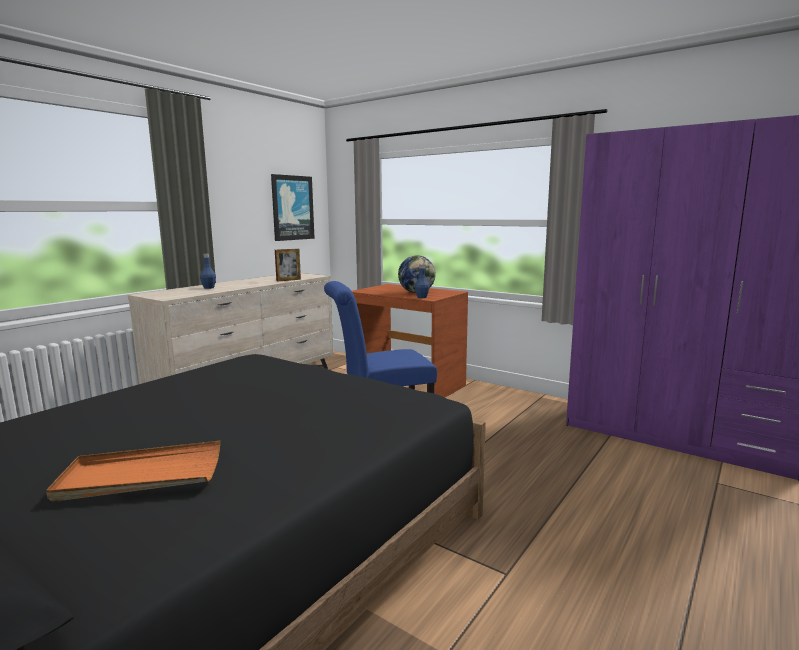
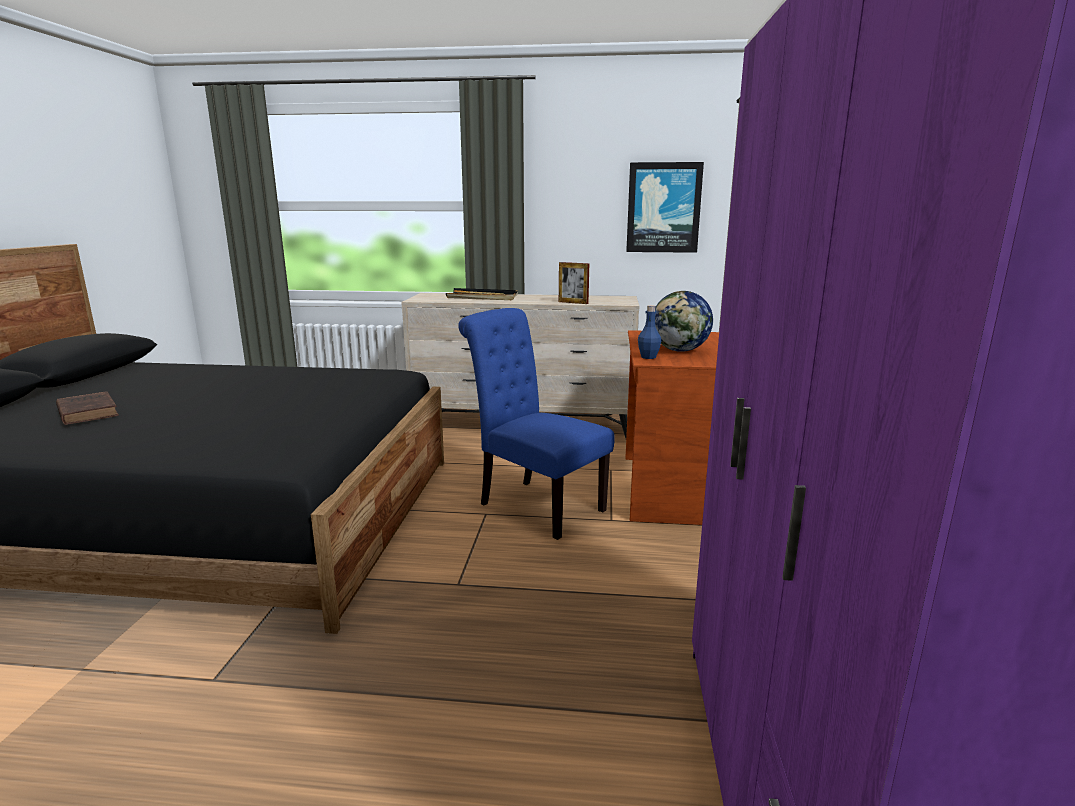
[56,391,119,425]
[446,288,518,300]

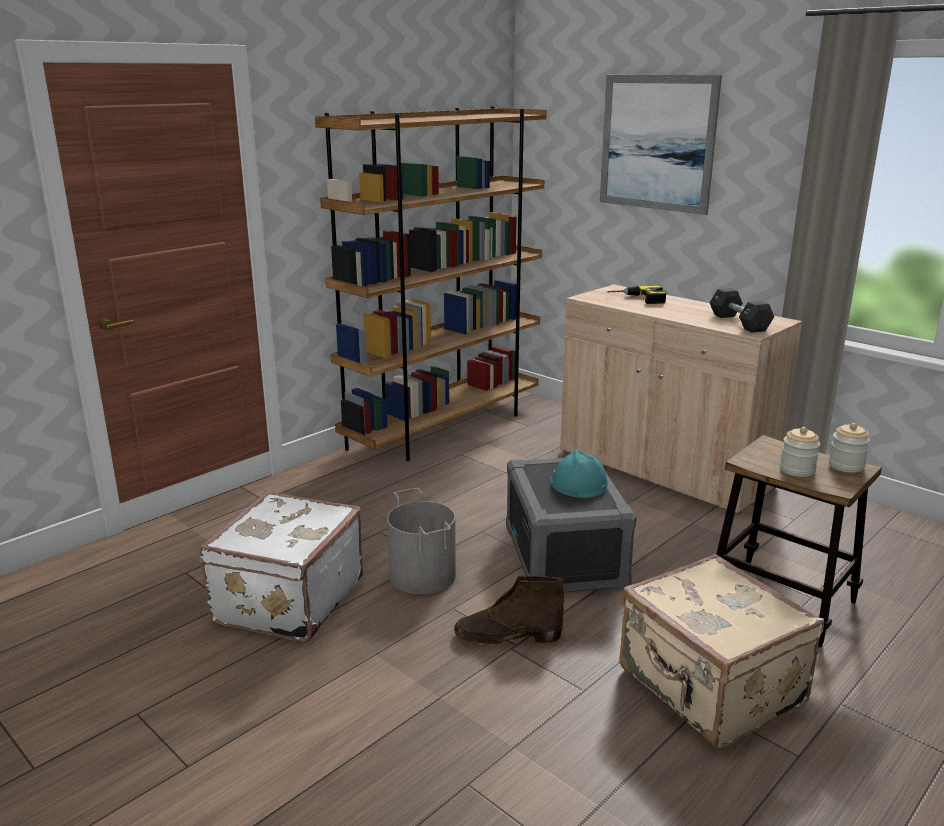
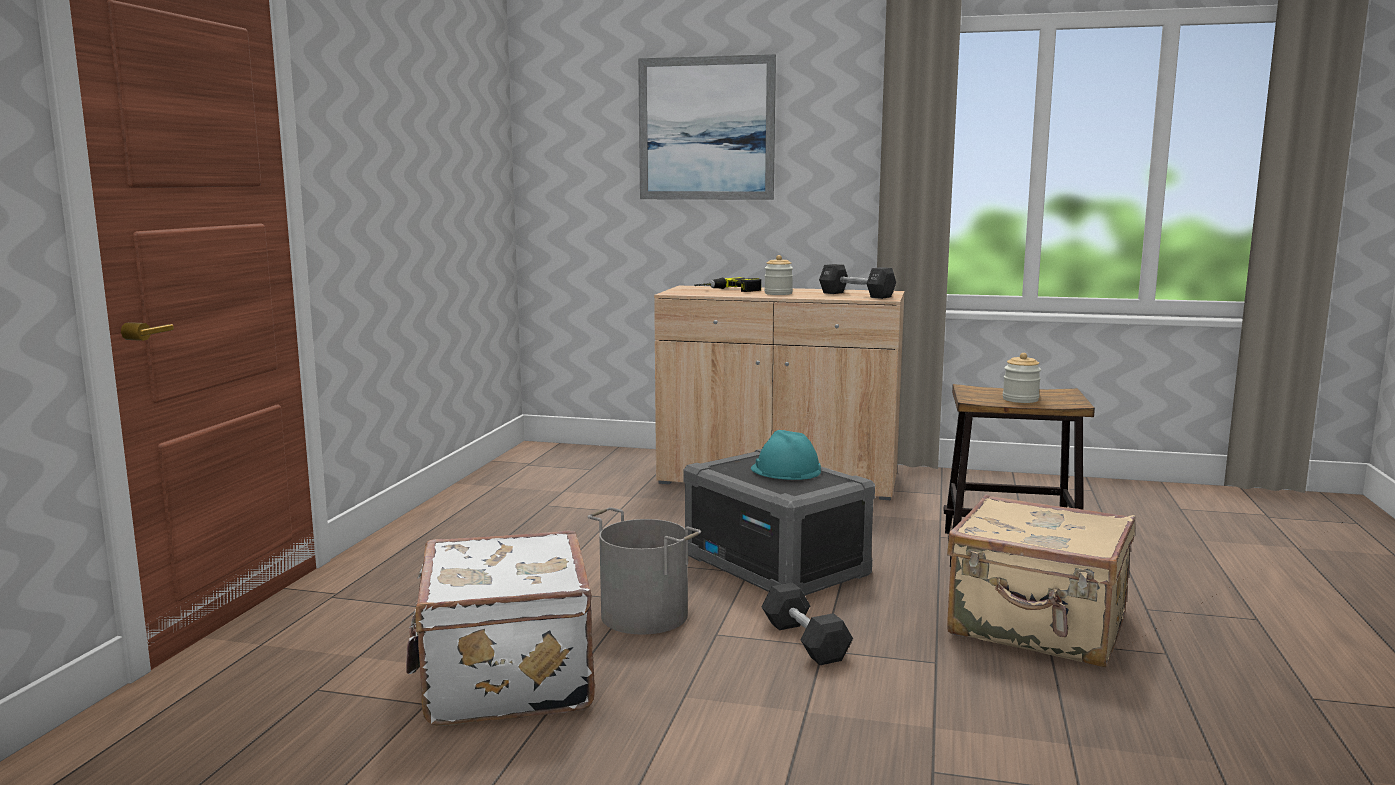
[761,583,853,665]
[764,255,793,295]
[315,106,547,461] (first image)

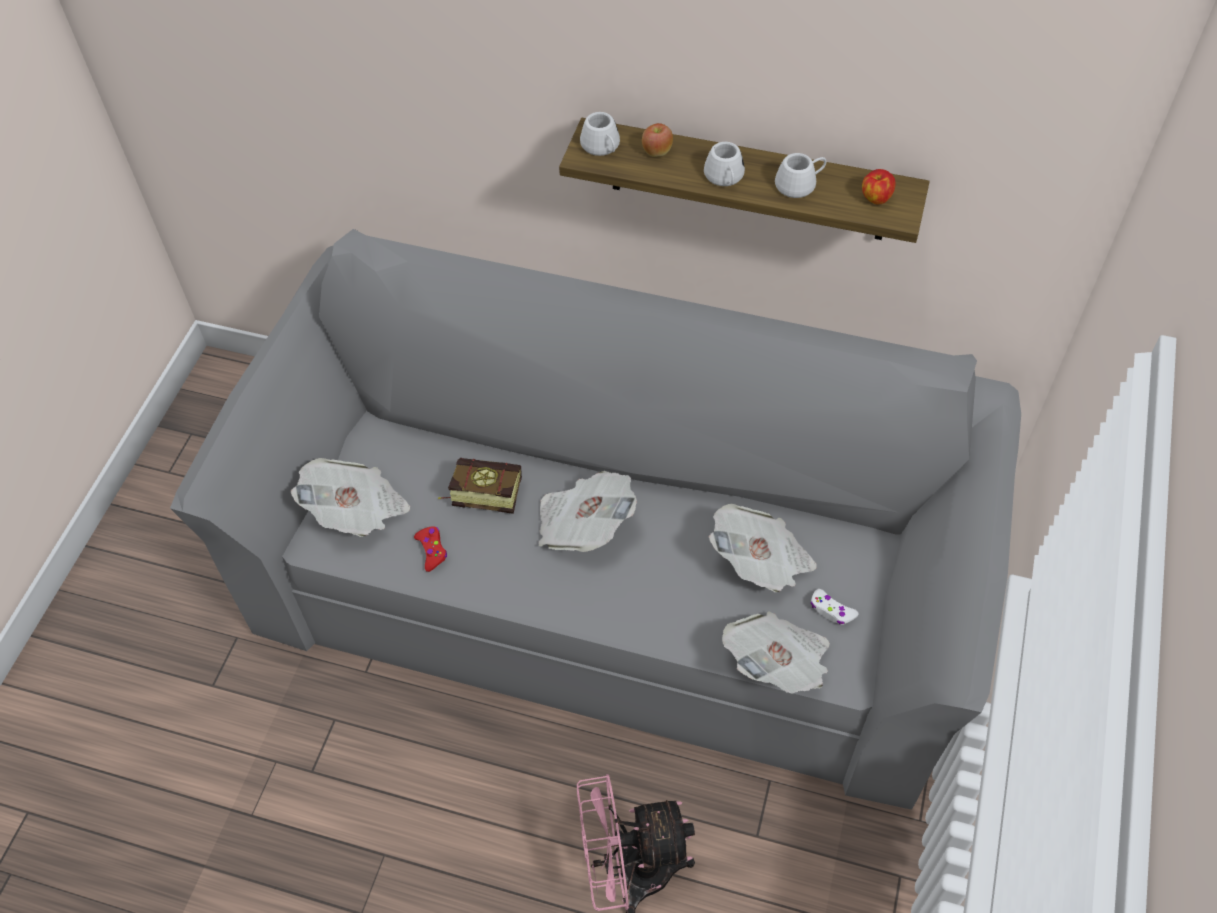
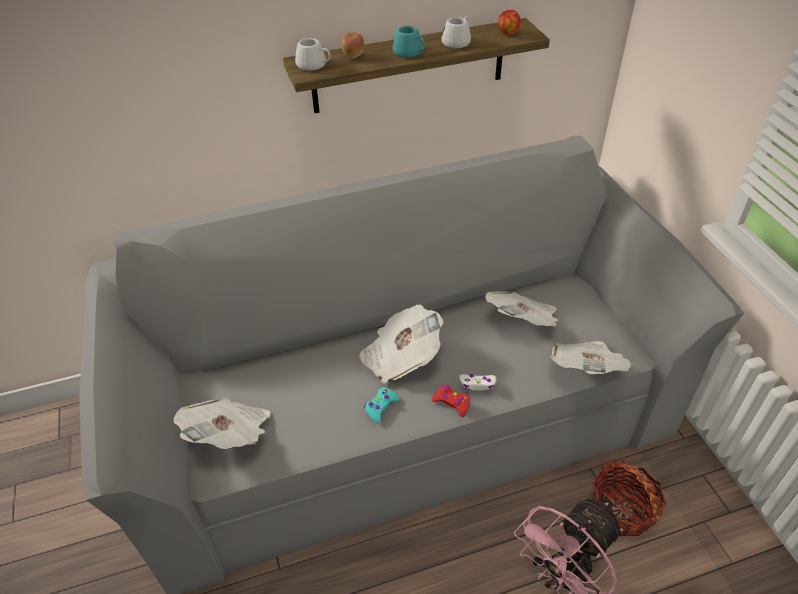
[364,387,399,423]
[393,26,425,58]
[432,384,470,417]
[459,374,496,390]
[592,460,667,536]
[438,458,522,514] (first image)

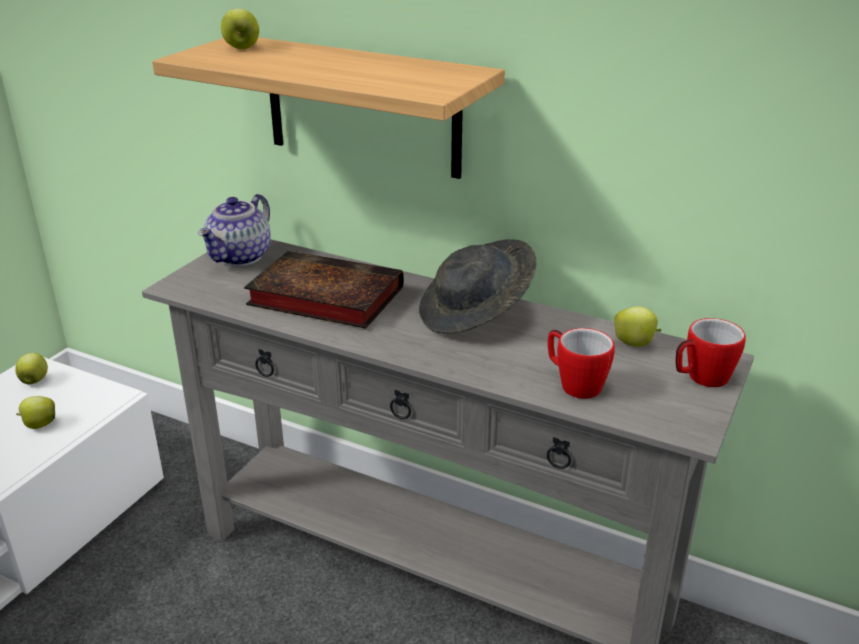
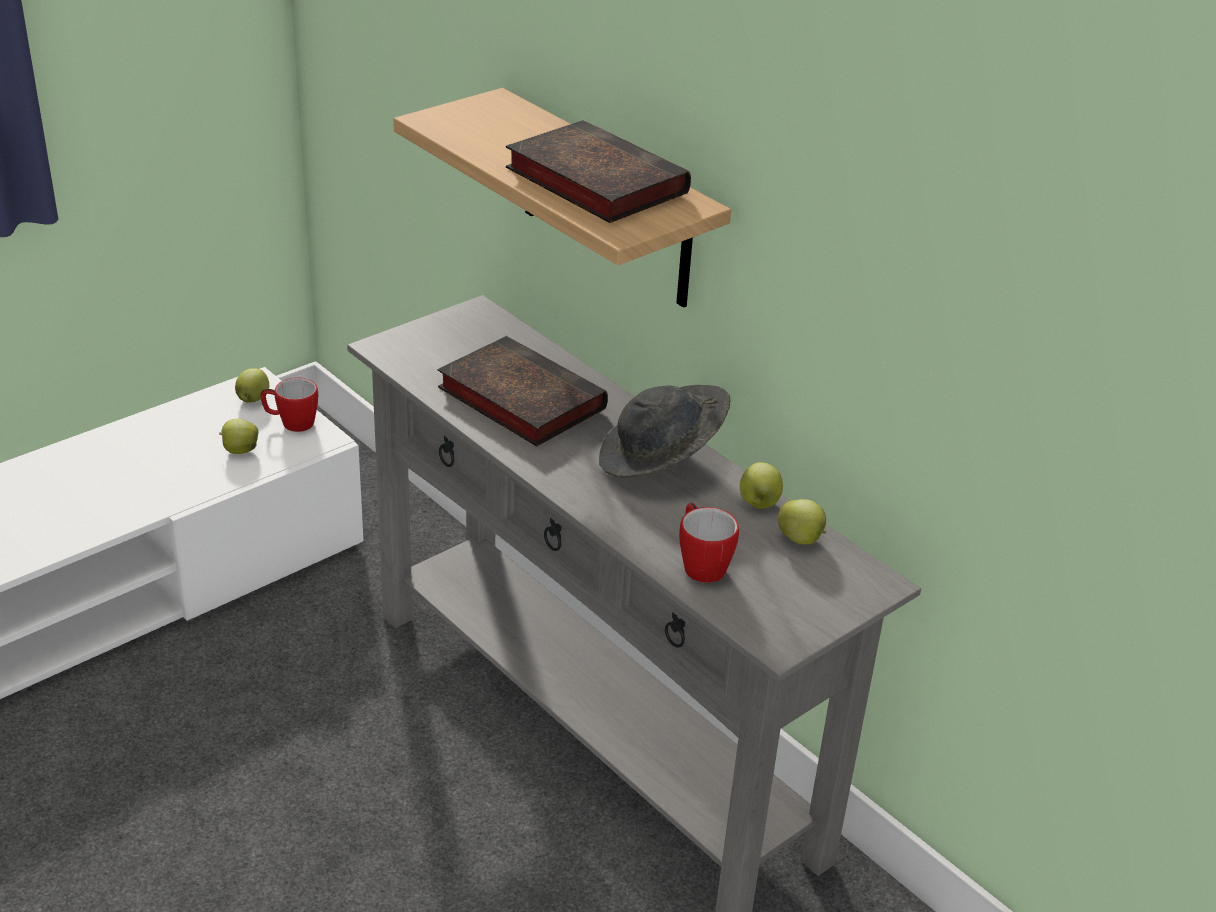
[261,377,318,432]
[506,120,691,223]
[740,462,783,508]
[198,194,271,266] (first image)

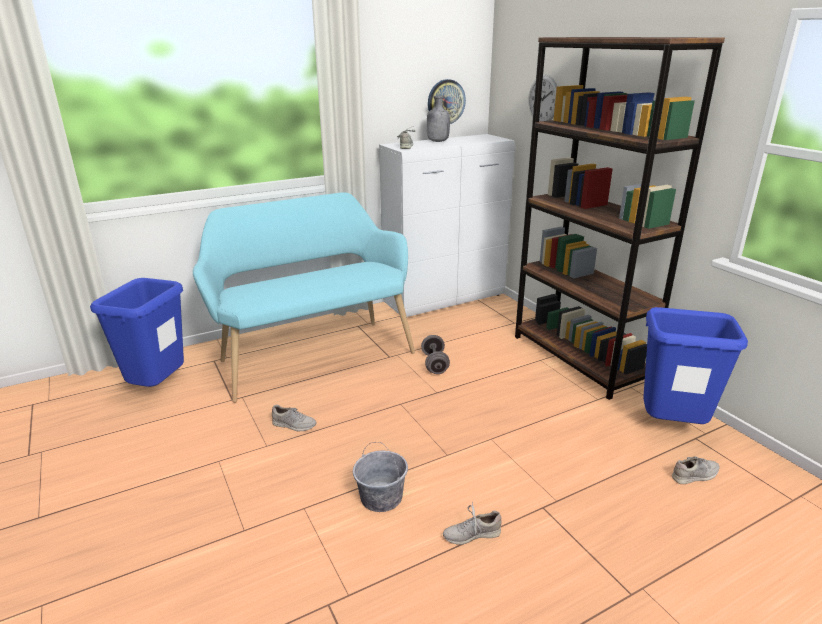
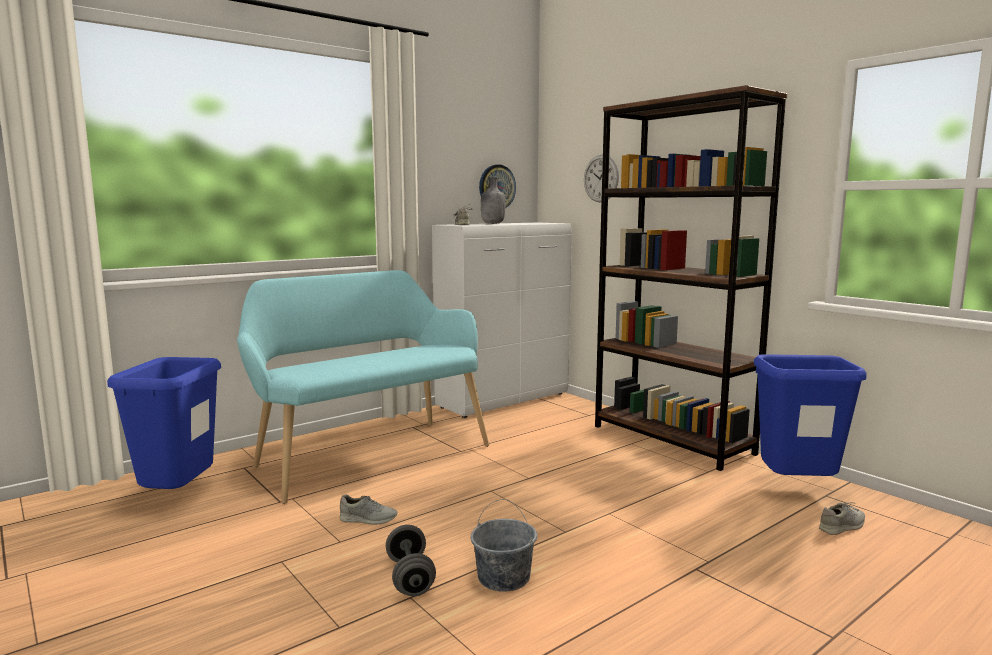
[386,525,436,597]
[443,502,502,545] (first image)

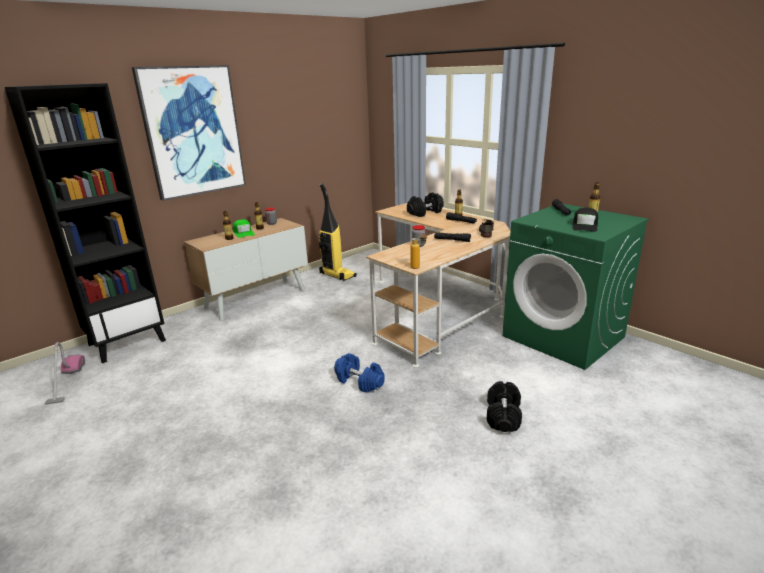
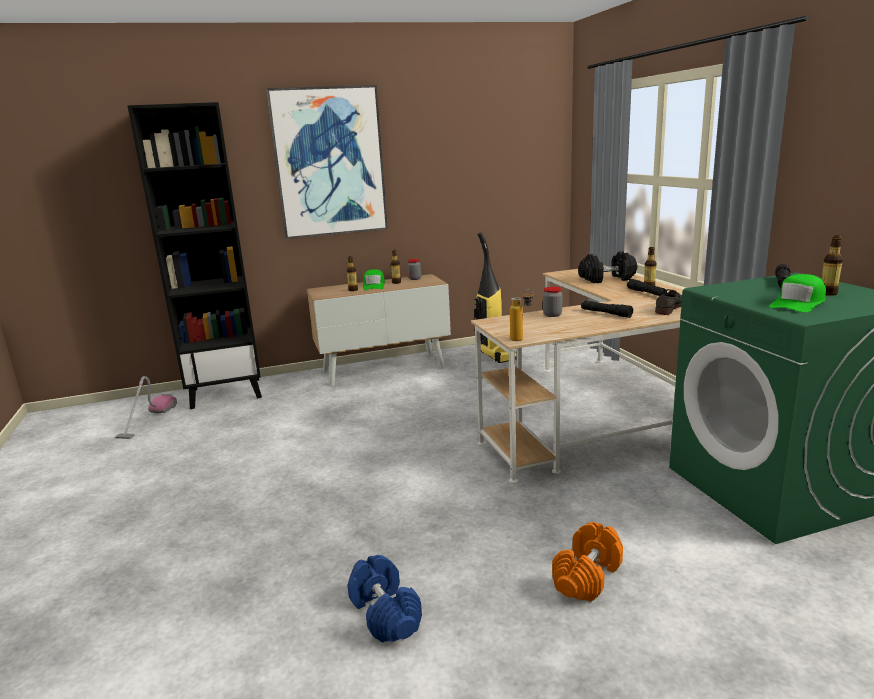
[347,555,422,643]
[552,522,623,602]
[769,274,826,312]

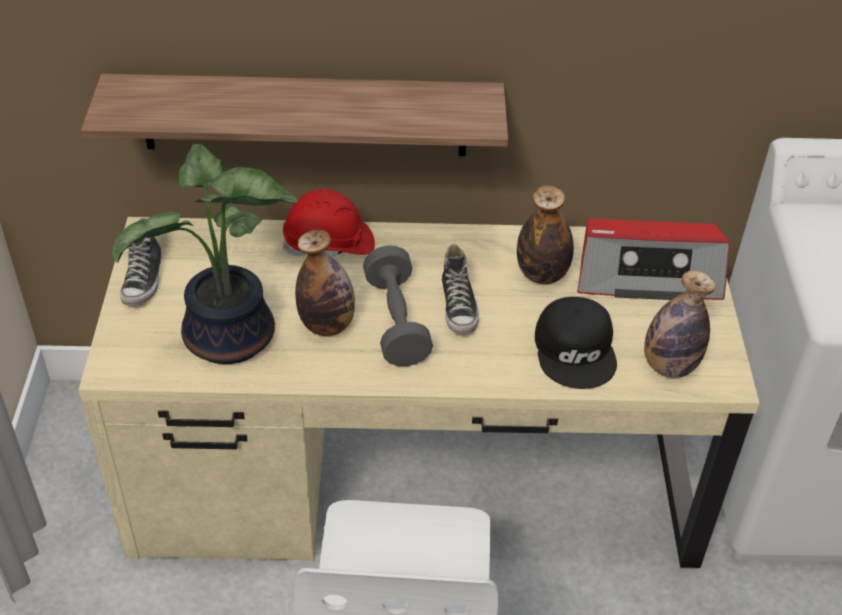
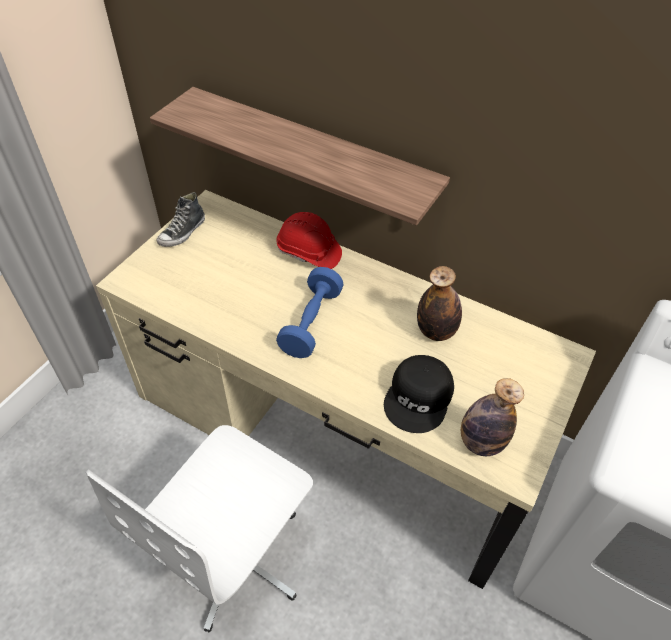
[276,267,344,358]
[112,144,298,364] (first image)
[295,230,355,336] (first image)
[442,244,479,334] (first image)
[577,219,730,300] (first image)

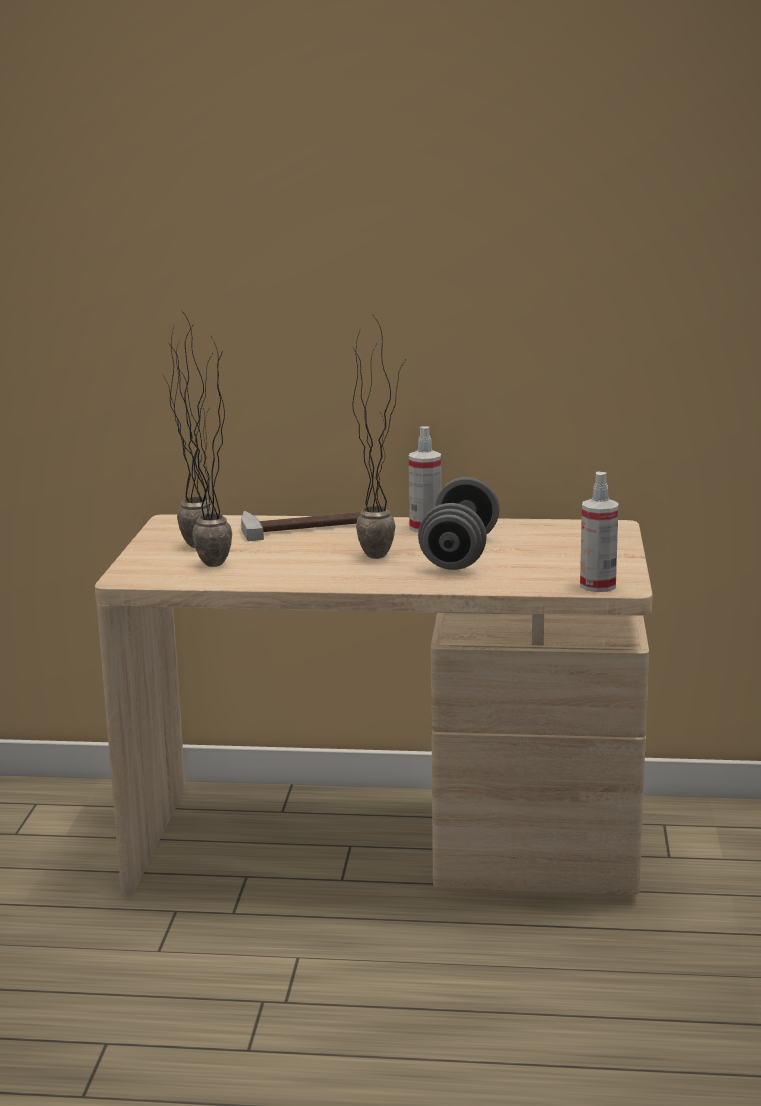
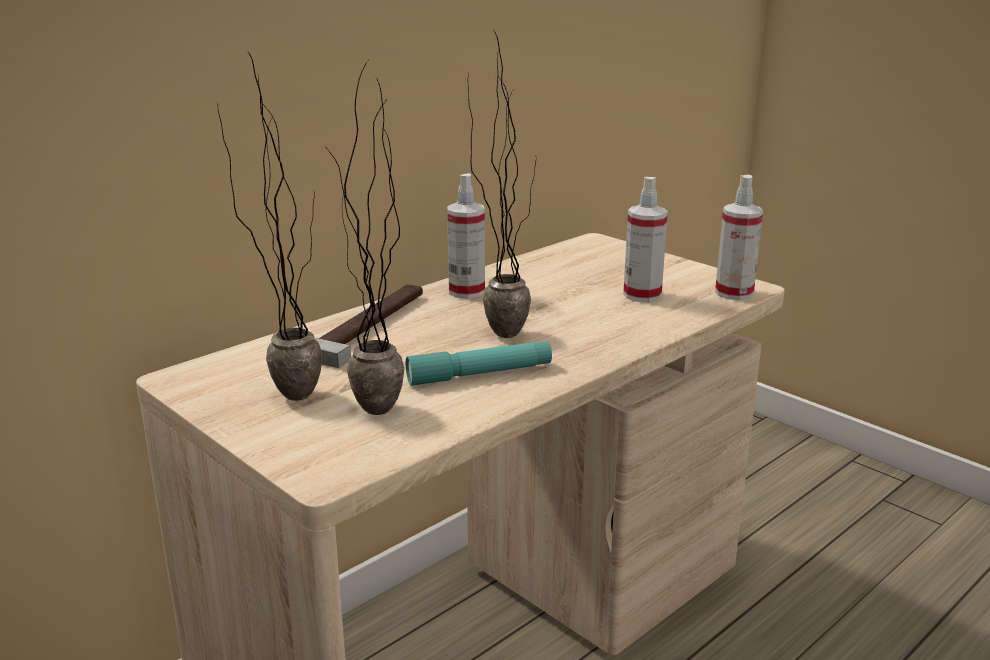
[406,341,552,386]
[623,177,668,302]
[418,477,500,570] (first image)

